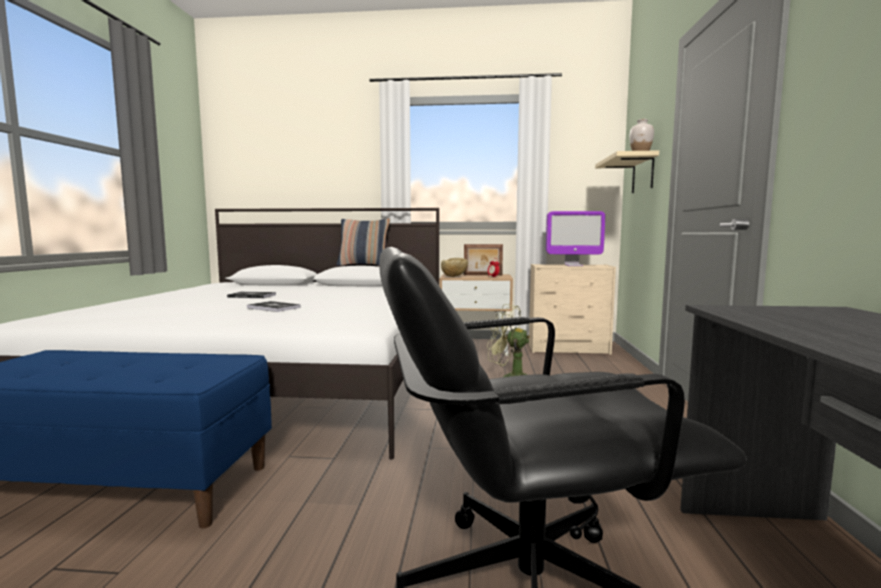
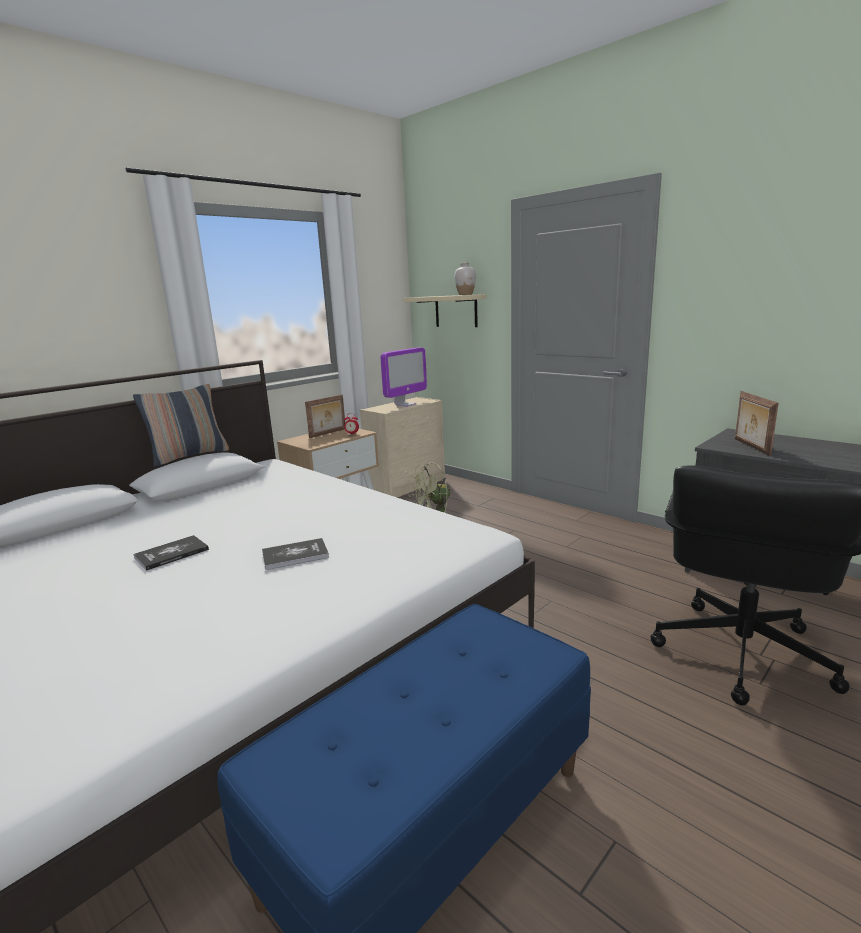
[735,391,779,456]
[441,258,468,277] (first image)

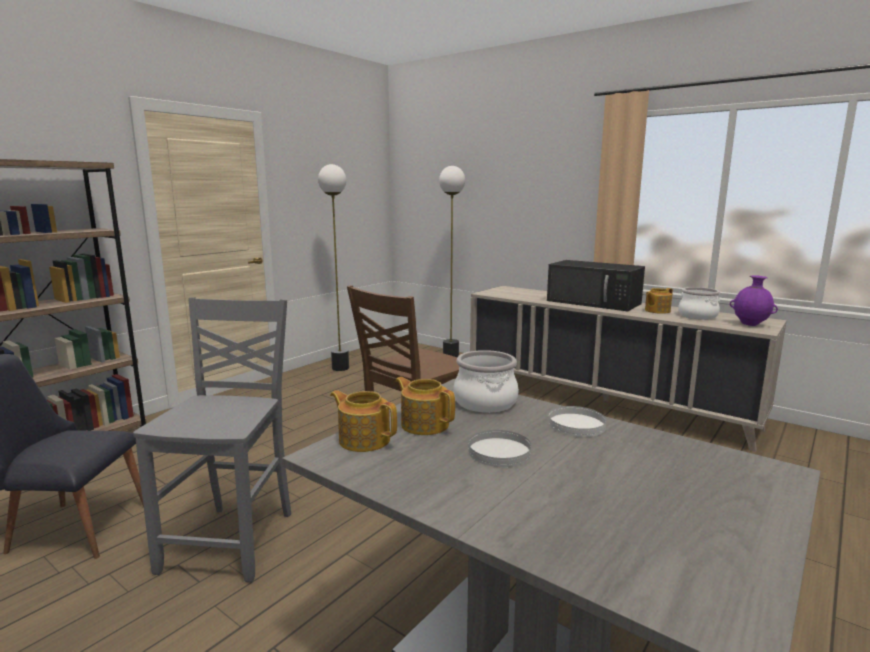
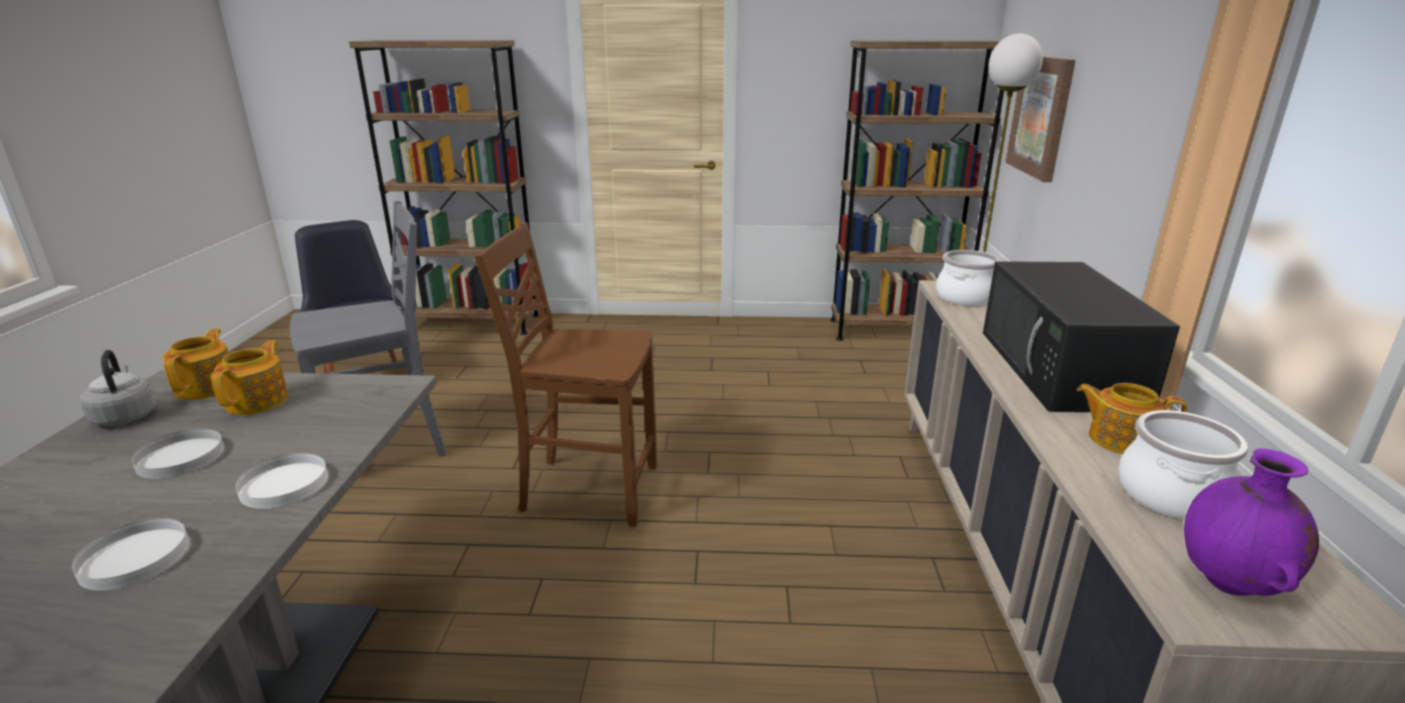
[72,518,189,591]
[80,350,156,426]
[831,41,1004,341]
[936,250,1000,306]
[1005,56,1076,182]
[318,164,349,371] (first image)

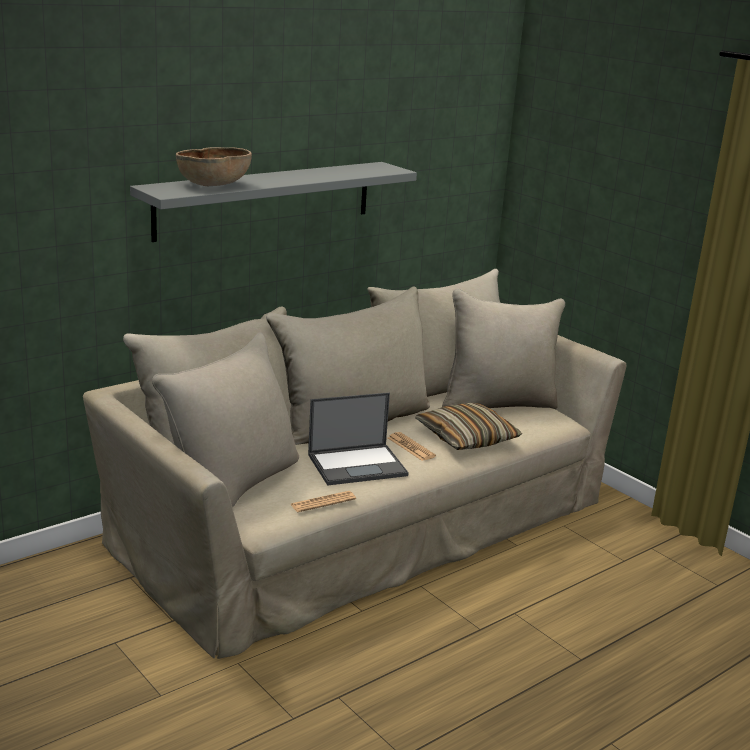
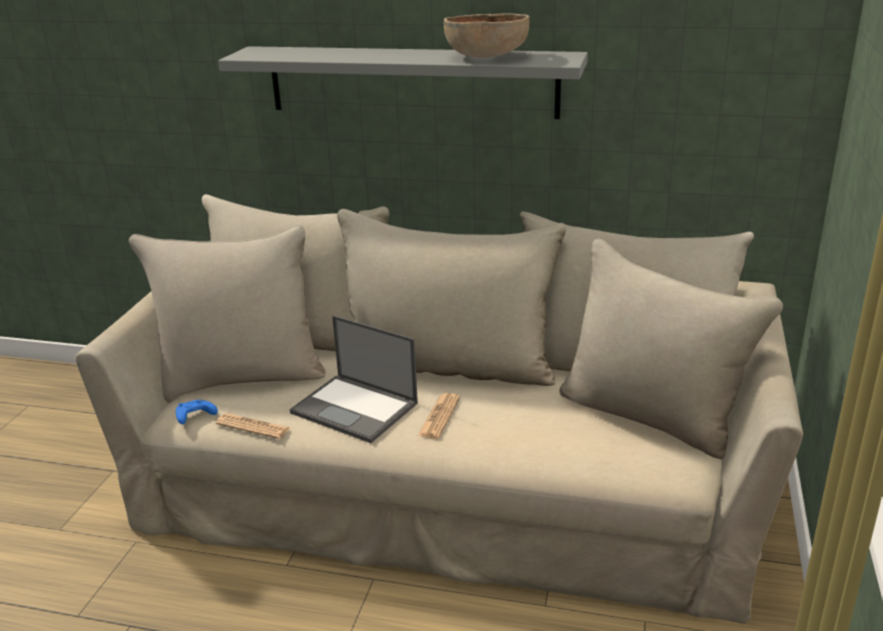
[176,400,218,424]
[444,13,530,58]
[415,403,522,450] (first image)

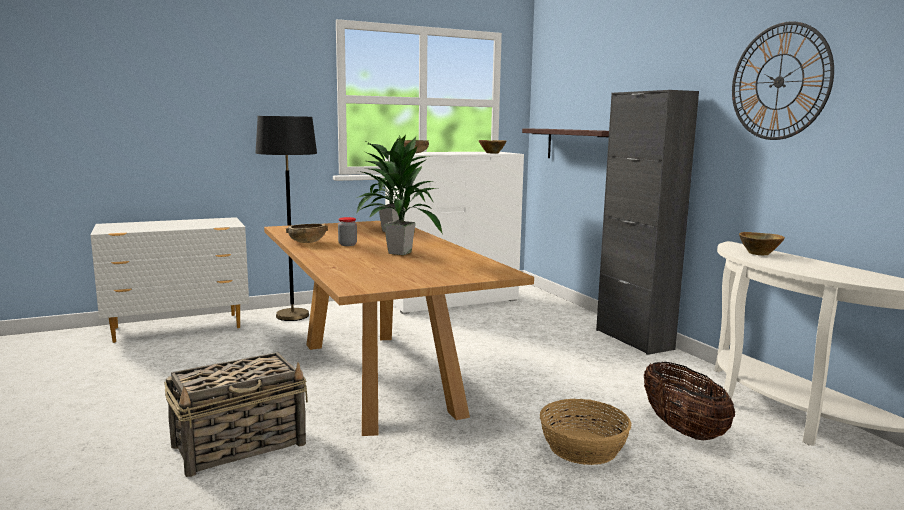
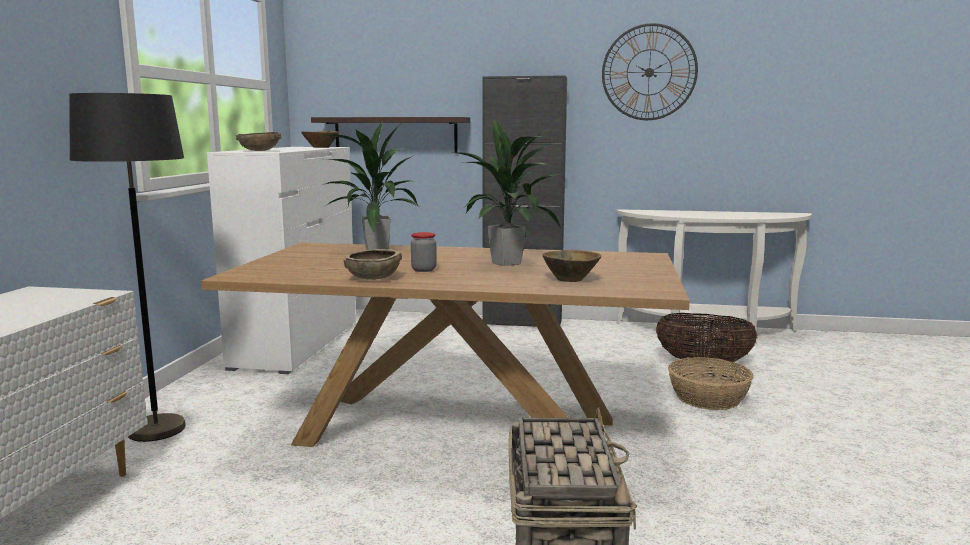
[542,250,601,282]

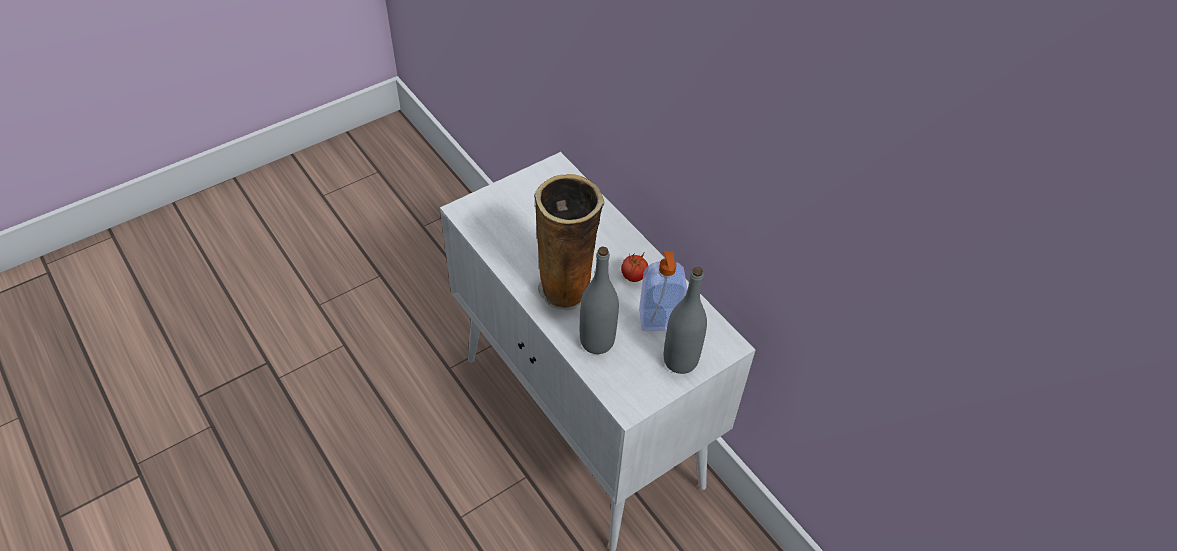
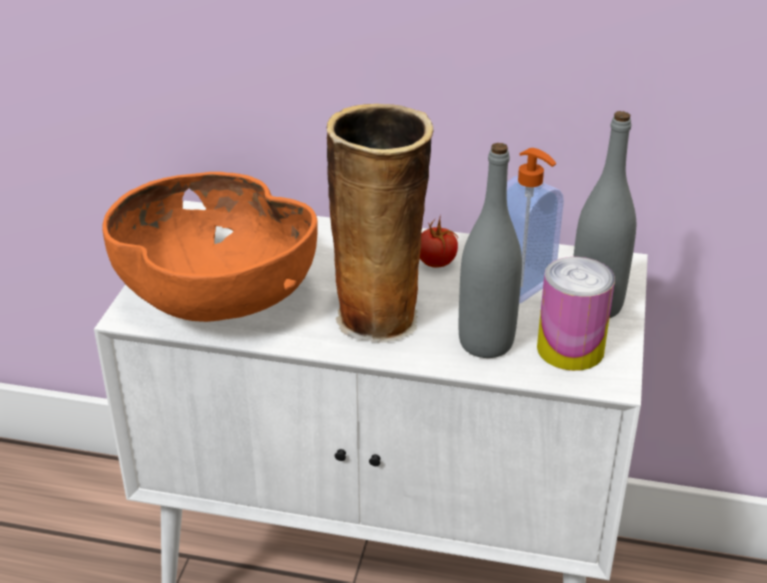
[102,172,318,322]
[537,257,615,371]

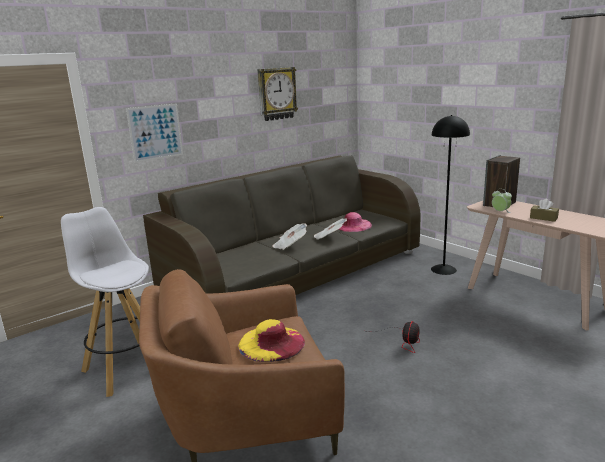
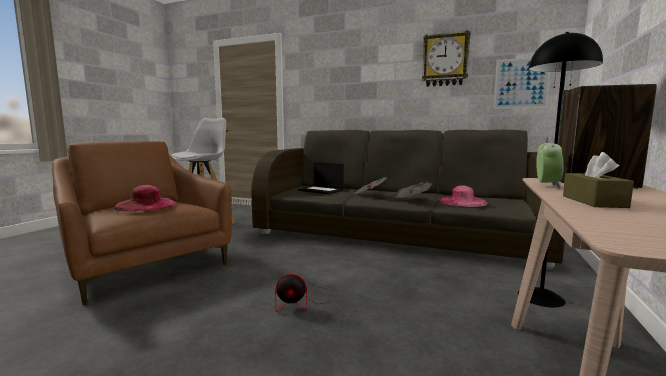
[114,185,177,212]
[298,162,344,194]
[493,58,551,109]

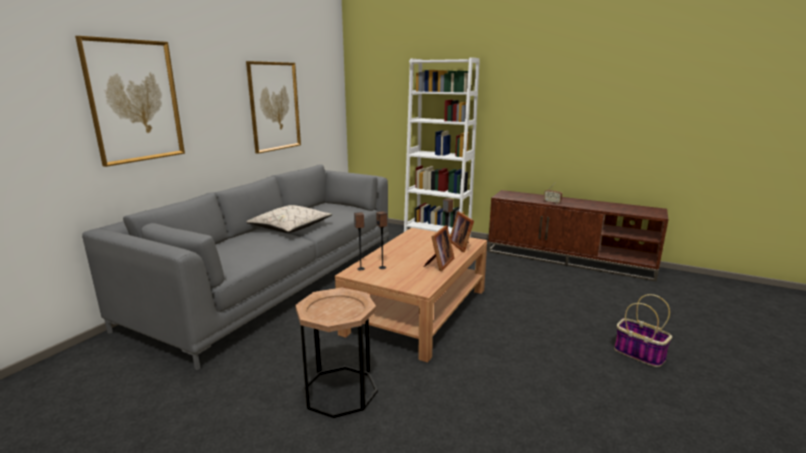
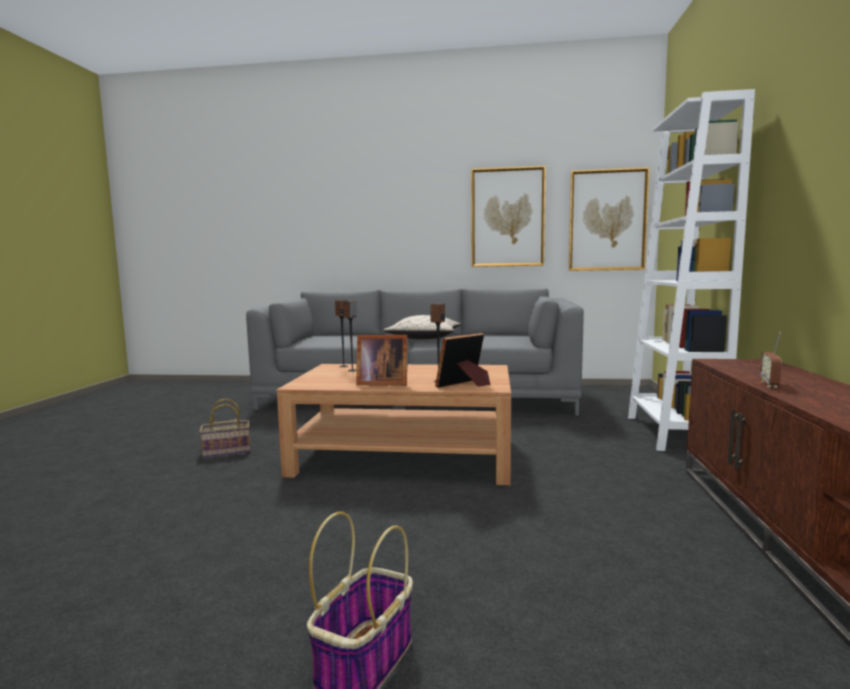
[199,399,250,458]
[569,168,649,271]

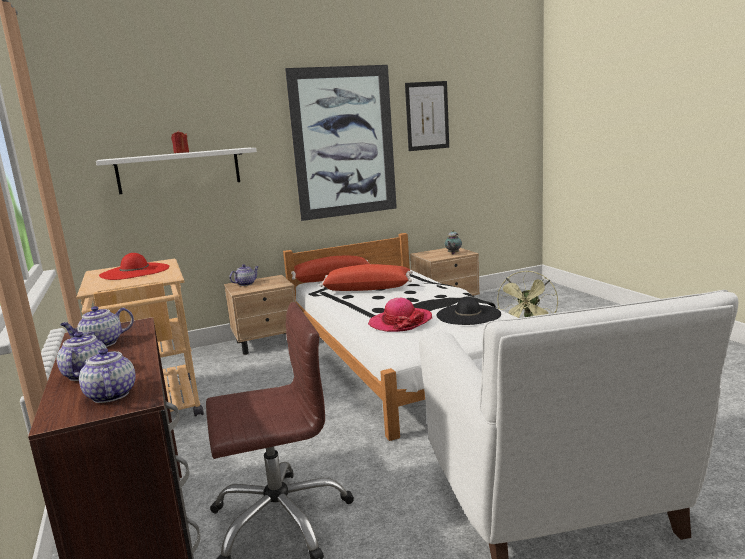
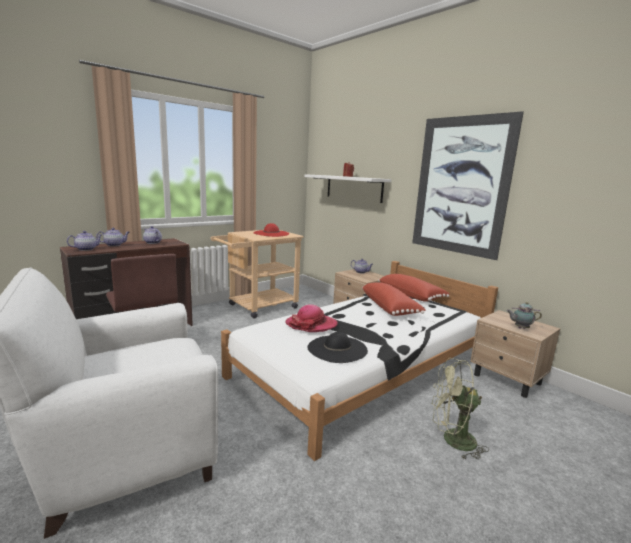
[405,81,449,151] (first image)

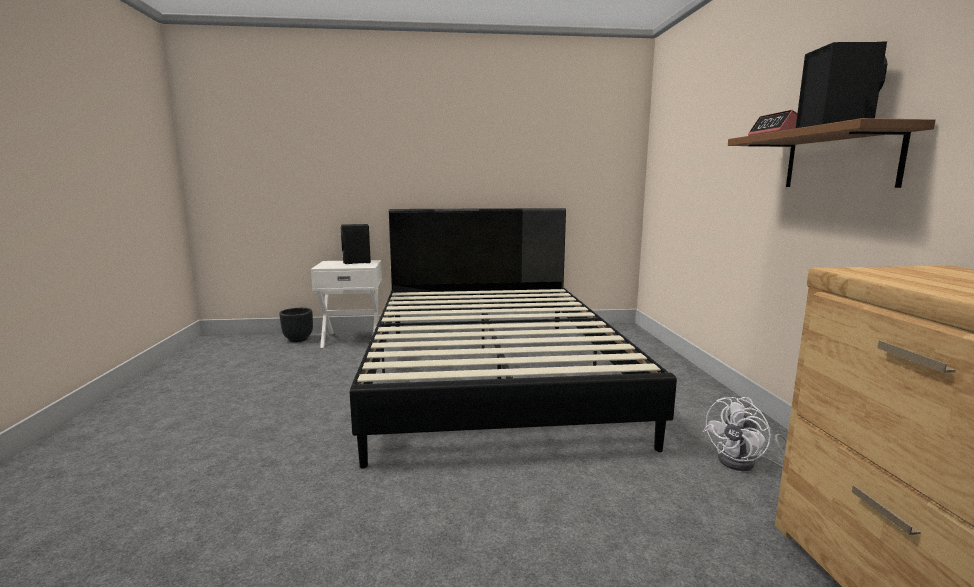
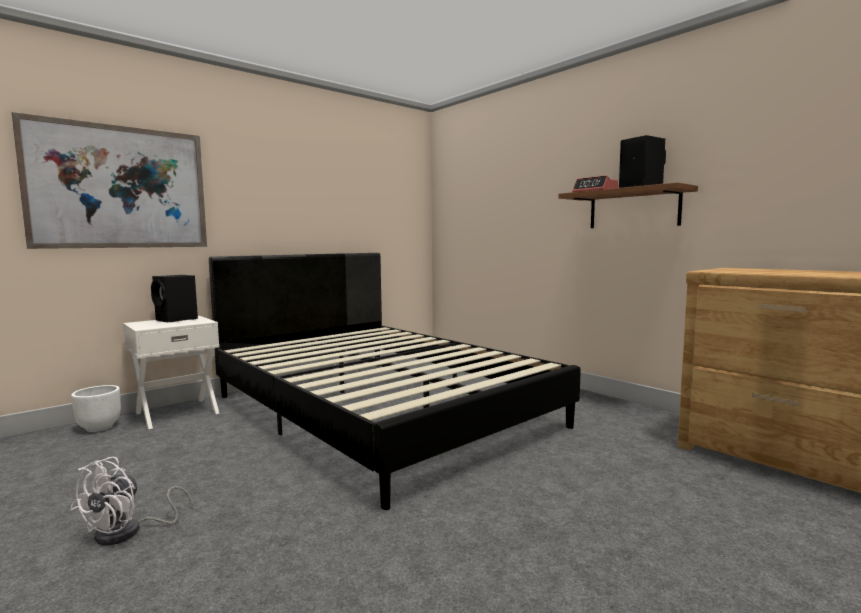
[12,112,207,249]
[70,457,193,546]
[71,385,121,432]

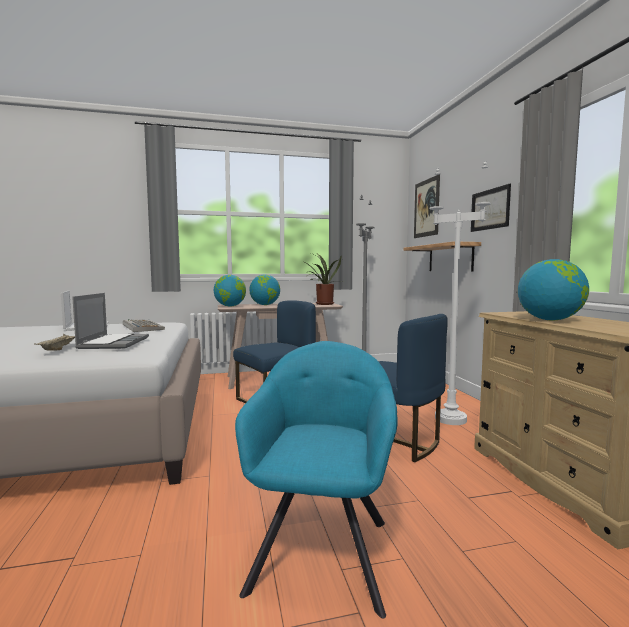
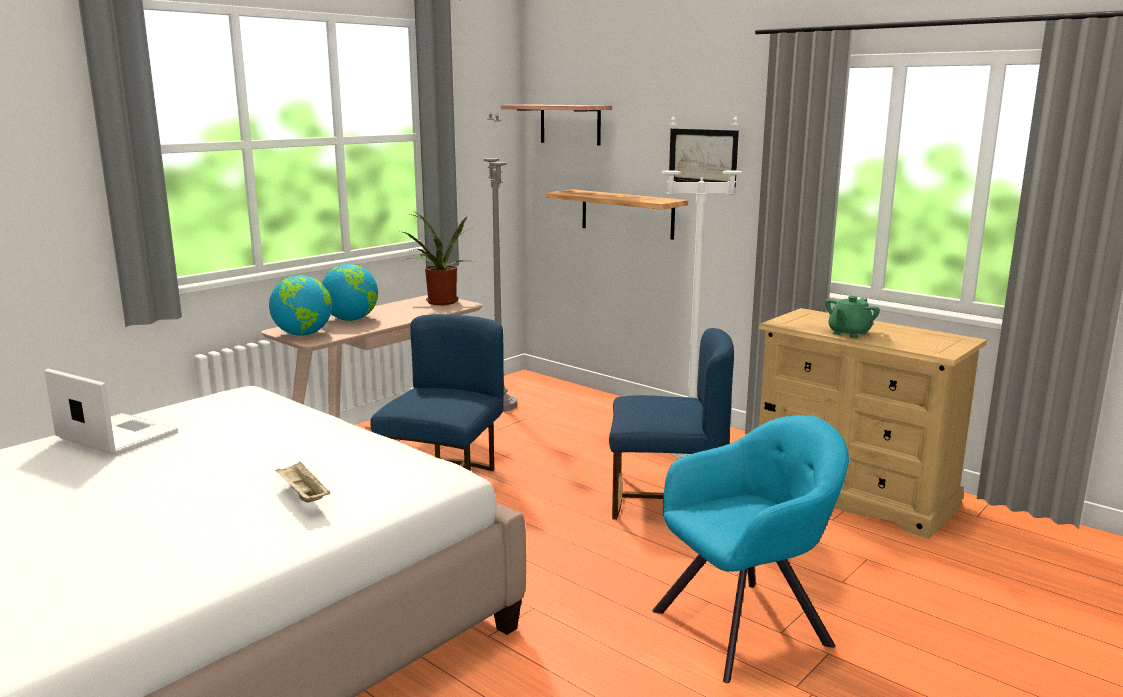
[501,104,612,146]
[652,415,849,683]
[825,296,880,338]
[72,293,149,349] (first image)
[123,319,165,332] (first image)

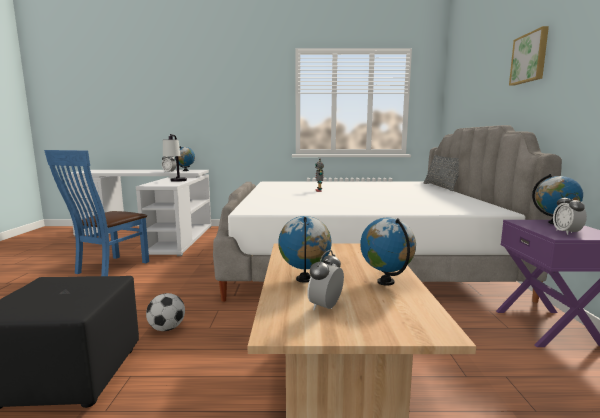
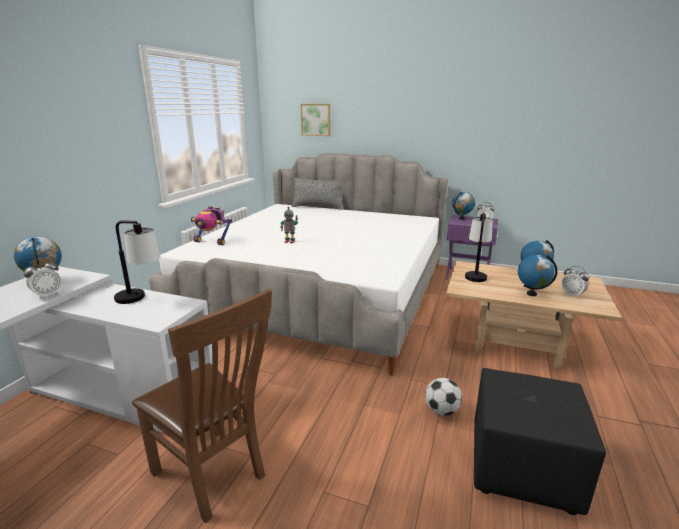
[132,289,272,523]
[191,206,232,245]
[301,104,330,136]
[465,212,493,282]

